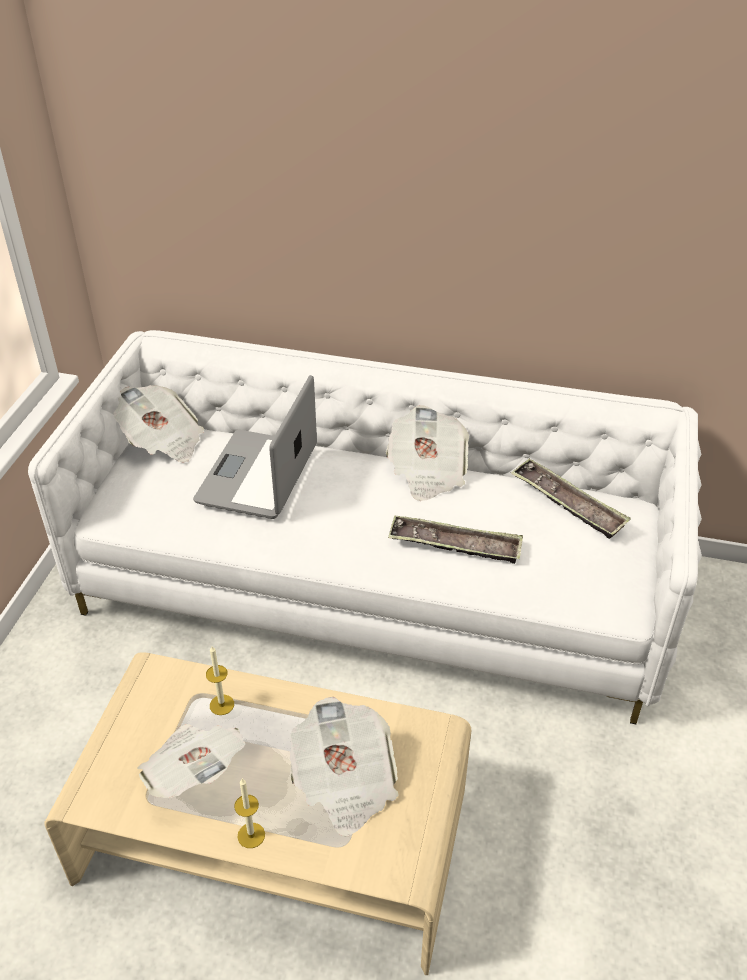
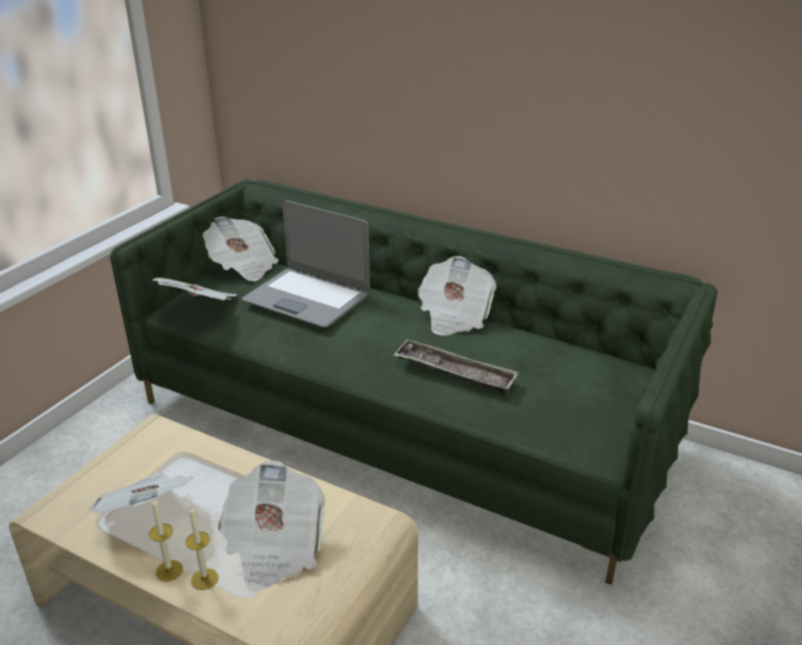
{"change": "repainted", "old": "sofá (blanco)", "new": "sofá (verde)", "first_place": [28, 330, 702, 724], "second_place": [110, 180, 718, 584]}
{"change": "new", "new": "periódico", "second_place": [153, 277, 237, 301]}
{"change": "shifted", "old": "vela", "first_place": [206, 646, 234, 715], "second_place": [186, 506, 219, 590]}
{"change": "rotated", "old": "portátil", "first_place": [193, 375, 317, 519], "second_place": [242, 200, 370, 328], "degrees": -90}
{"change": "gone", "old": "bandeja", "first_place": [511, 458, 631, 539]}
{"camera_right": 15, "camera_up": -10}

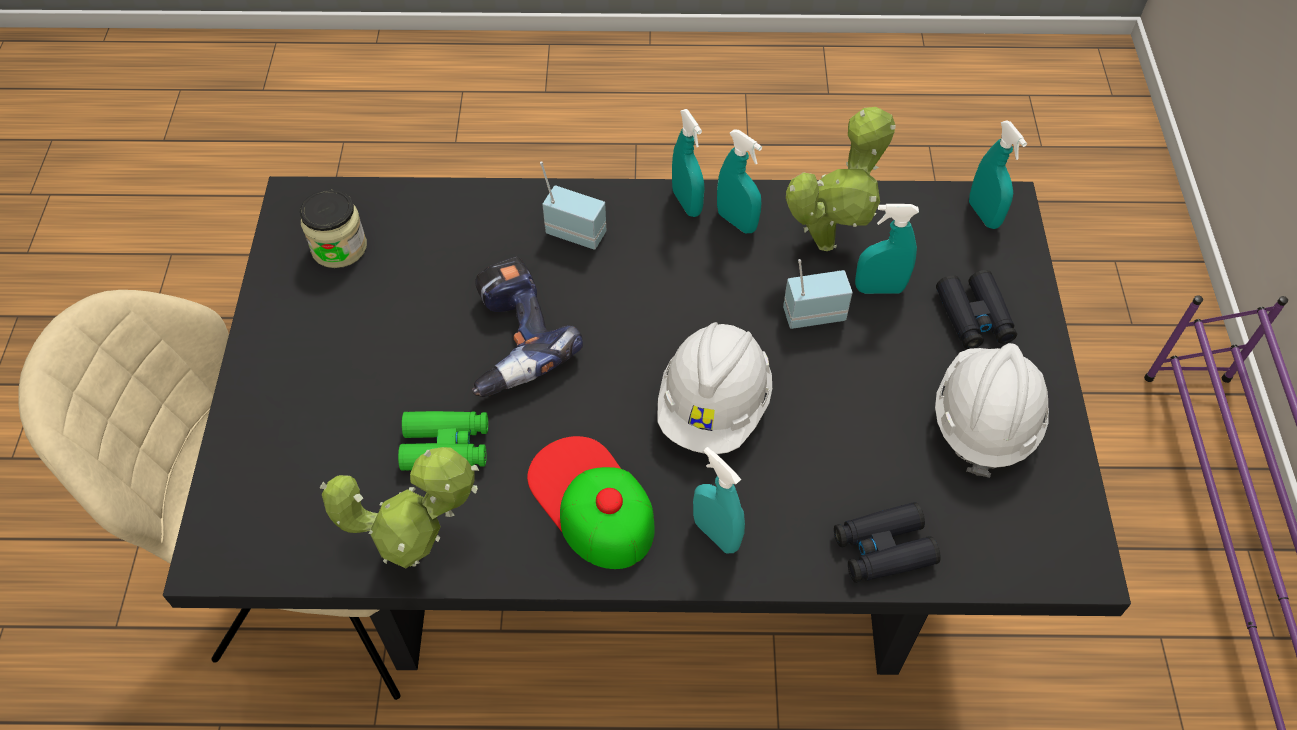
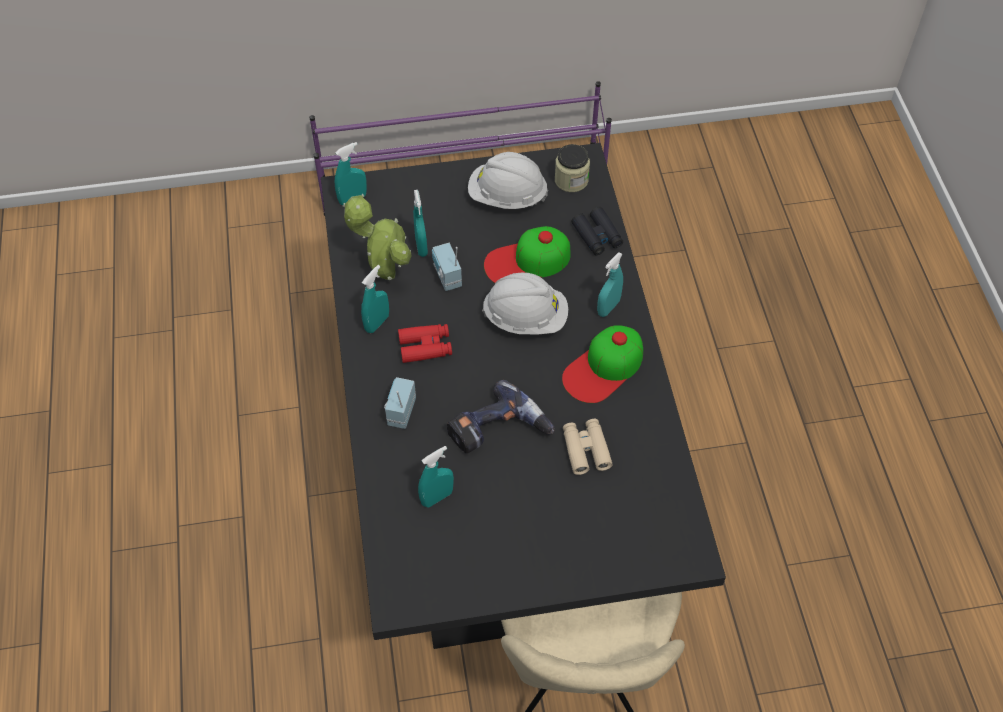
{"change": "new", "new": "prismáticos (rojo)", "second_place": [398, 324, 452, 363]}
{"change": "shifted", "old": "pulverizador (turquesa)", "first_place": [672, 109, 704, 217], "second_place": [418, 446, 454, 508]}
{"change": "new", "new": "gorra", "second_place": [484, 226, 571, 283]}
{"change": "shifted", "old": "tarro", "first_place": [300, 190, 367, 268], "second_place": [555, 144, 590, 192]}
{"change": "repainted", "old": "prismáticos (verde)", "new": "prismáticos (beis)", "first_place": [398, 411, 488, 471], "second_place": [563, 419, 613, 475]}
{"change": "gone", "old": "planta en maceta", "first_place": [320, 447, 479, 568]}
{"change": "gone", "old": "prismáticos (negro)", "first_place": [936, 270, 1017, 349]}
{"camera_right": -100, "camera_up": 0}

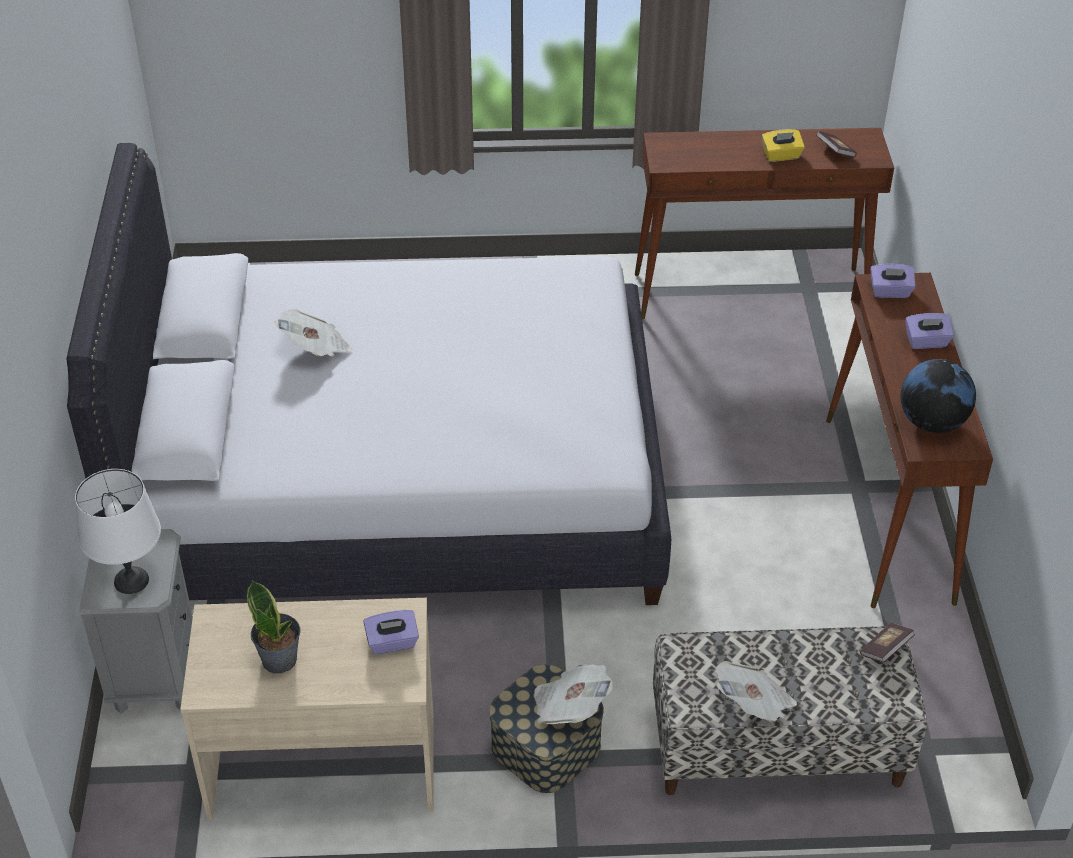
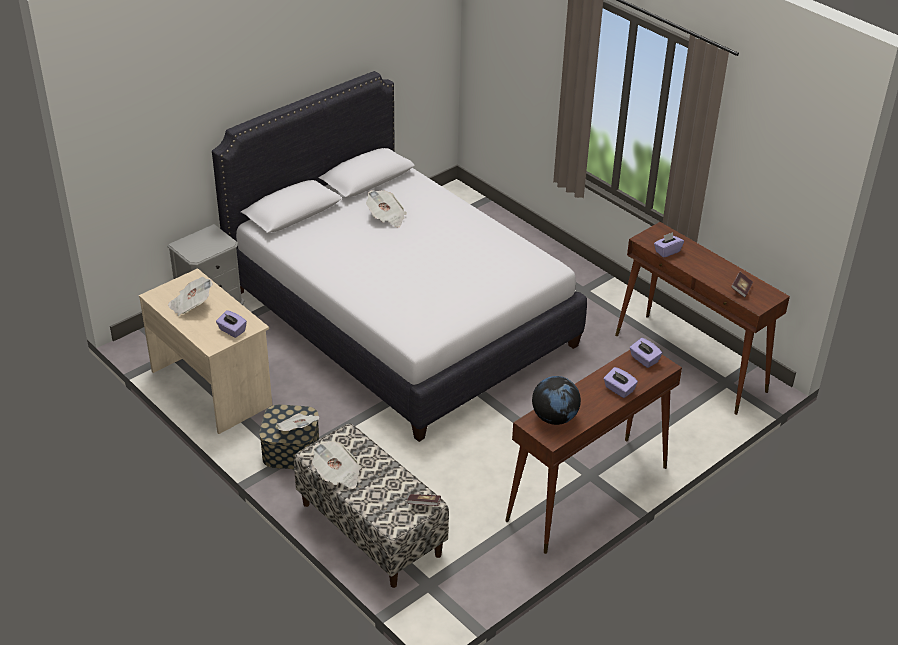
{"change": "swapped", "old": "planta en maceta", "new": "periódico", "first_place": [247, 580, 300, 673], "second_place": [168, 277, 213, 316]}
{"change": "new", "new": "caja de pañuelos (morado)", "second_place": [654, 232, 684, 258]}
{"change": "gone", "old": "lámpara de mesa (blanco)", "first_place": [75, 469, 161, 594]}
{"change": "gone", "old": "caja de pañuelos (amarillo)", "first_place": [762, 129, 805, 162]}
{"camera_right": 50, "camera_up": -5}

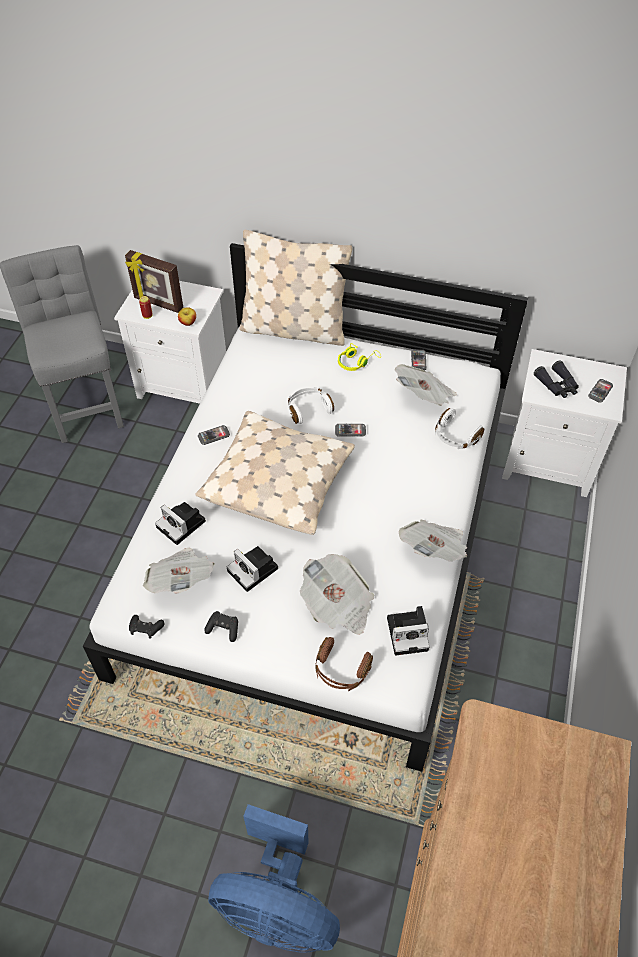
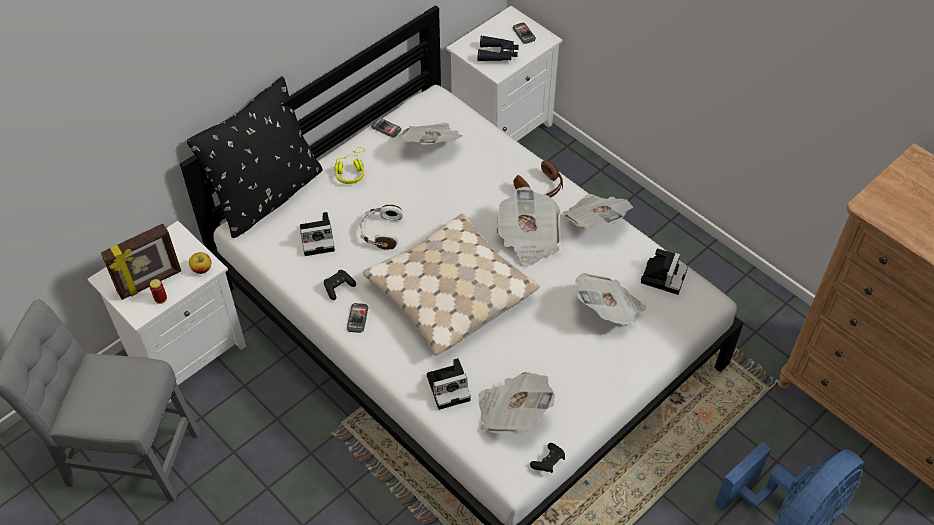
{"change": "repainted", "old": "cojín (beis)", "new": "cojín (negro)", "first_place": [239, 230, 353, 346], "second_place": [187, 76, 323, 238]}
{"change": "shifted", "old": "cámara", "first_place": [227, 546, 278, 592], "second_place": [300, 212, 335, 256]}
{"change": "shifted", "old": "mando de consola (negro)", "first_place": [204, 611, 238, 642], "second_place": [324, 270, 356, 300]}
{"change": "new", "new": "periódico", "second_place": [496, 187, 561, 267]}
{"change": "shifted", "old": "auriculares (marrón)", "first_place": [315, 637, 373, 691], "second_place": [513, 160, 563, 197]}
{"change": "gone", "old": "móvil", "first_place": [335, 424, 366, 437]}
{"change": "gone", "old": "auriculares (blanco)", "first_place": [435, 408, 484, 449]}
{"camera_right": -60, "camera_up": 0}

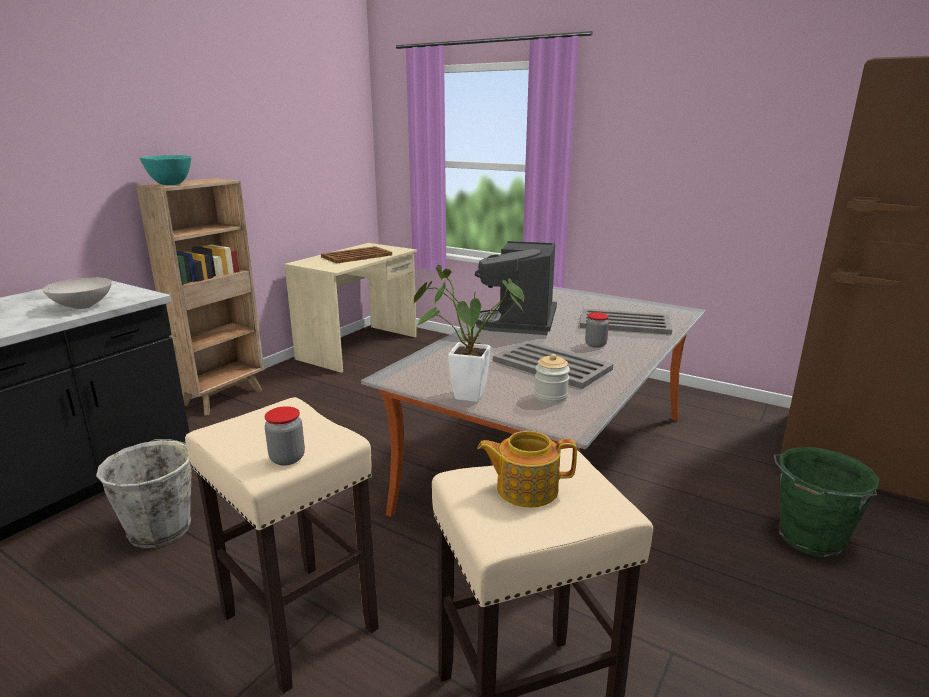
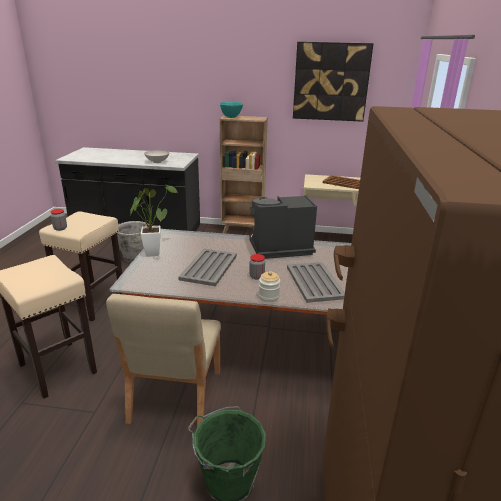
{"change": "new", "new": "silla (beis)", "second_place": [106, 294, 221, 427]}
{"change": "shifted", "old": "tarro", "first_place": [534, 354, 570, 403], "second_place": [259, 271, 280, 302]}
{"change": "new", "new": "cuadro", "second_place": [293, 42, 374, 122]}
{"change": "gone", "old": "tetera", "first_place": [477, 431, 577, 508]}
{"camera_right": 65, "camera_up": 5}

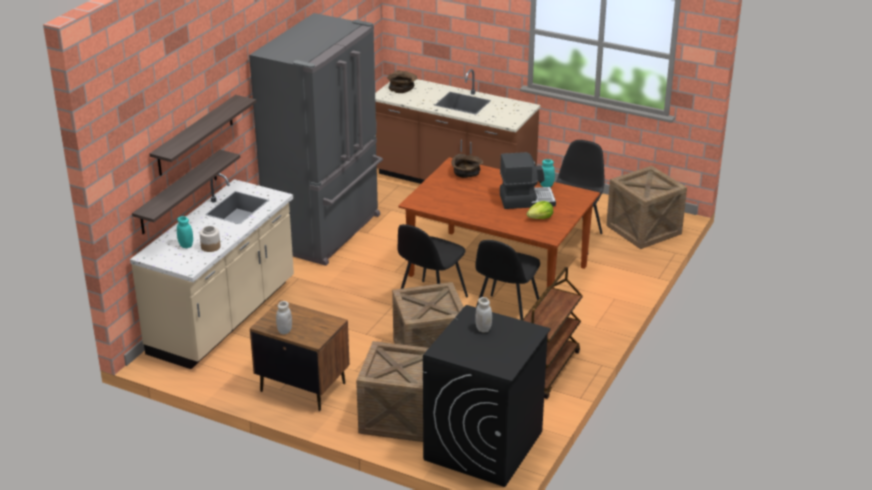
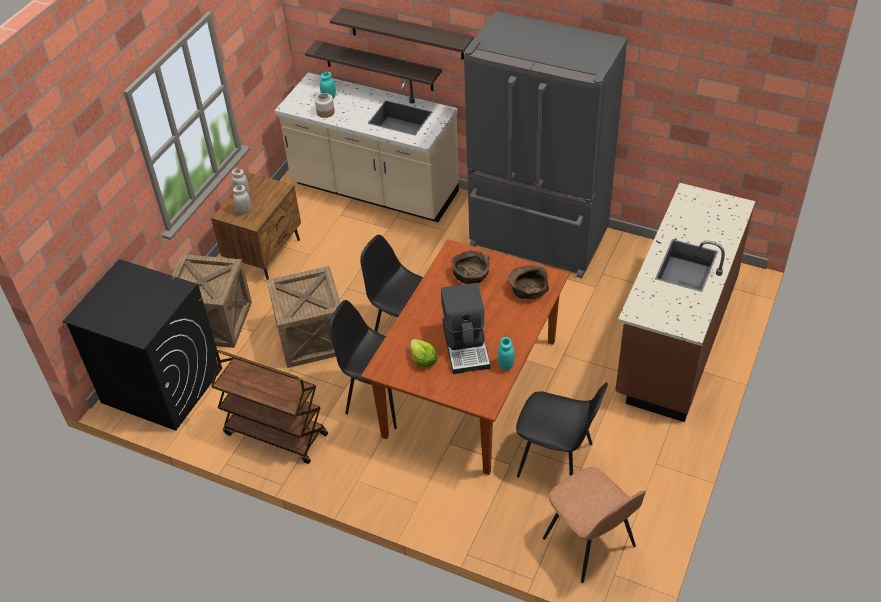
{"change": "shifted", "old": "tarro (blanco)", "first_place": [475, 297, 492, 332], "second_place": [233, 185, 251, 214]}
{"change": "shifted", "old": "cuenco (marrón)", "first_place": [387, 70, 417, 93], "second_place": [451, 250, 490, 284]}
{"change": "swapped", "old": "caja de embalaje", "new": "silla (marrón)", "first_place": [606, 166, 687, 249], "second_place": [543, 467, 646, 583]}
{"camera_right": 90, "camera_up": 15}

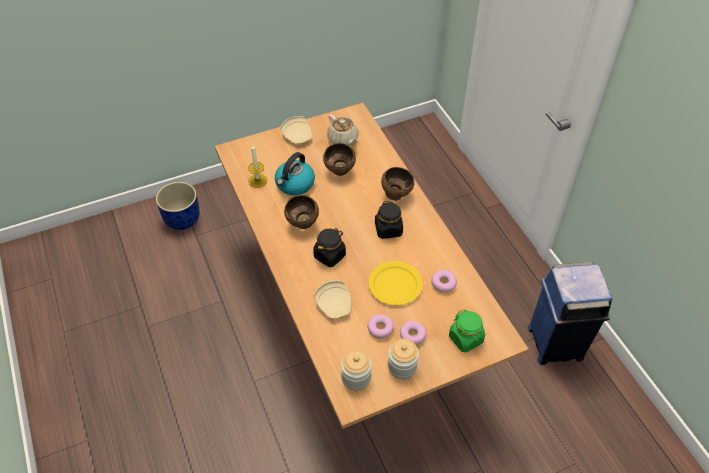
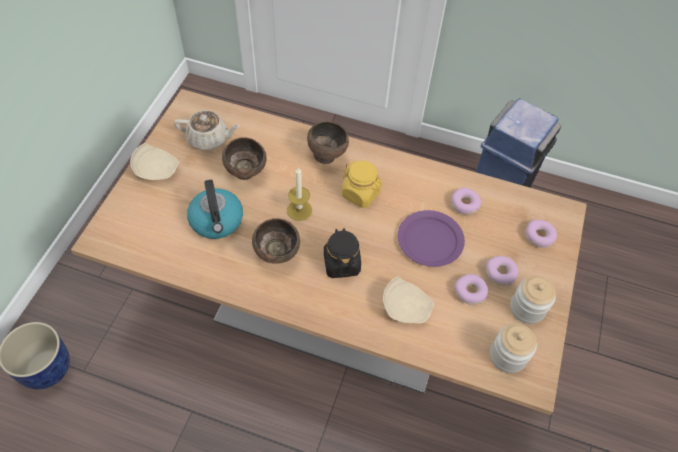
{"change": "shifted", "old": "vela", "first_place": [248, 144, 267, 188], "second_place": [287, 168, 312, 221]}
{"change": "repainted", "old": "tarro (negro)", "new": "tarro (amarillo)", "first_place": [375, 201, 403, 239], "second_place": [342, 161, 383, 208]}
{"change": "repainted", "old": "plato (amarillo)", "new": "plato (morado)", "first_place": [368, 261, 423, 306], "second_place": [398, 210, 465, 267]}
{"change": "swapped", "old": "tarro (verde)", "new": "rosquilla", "first_place": [449, 309, 485, 352], "second_place": [525, 220, 557, 248]}
{"camera_right": -50, "camera_up": 5}

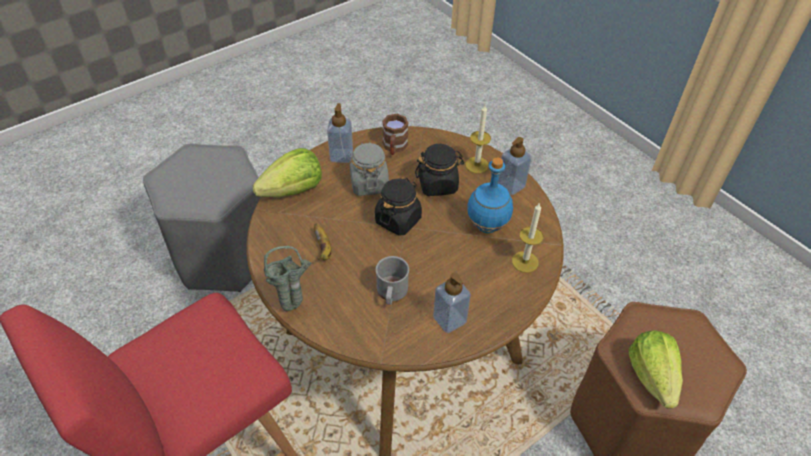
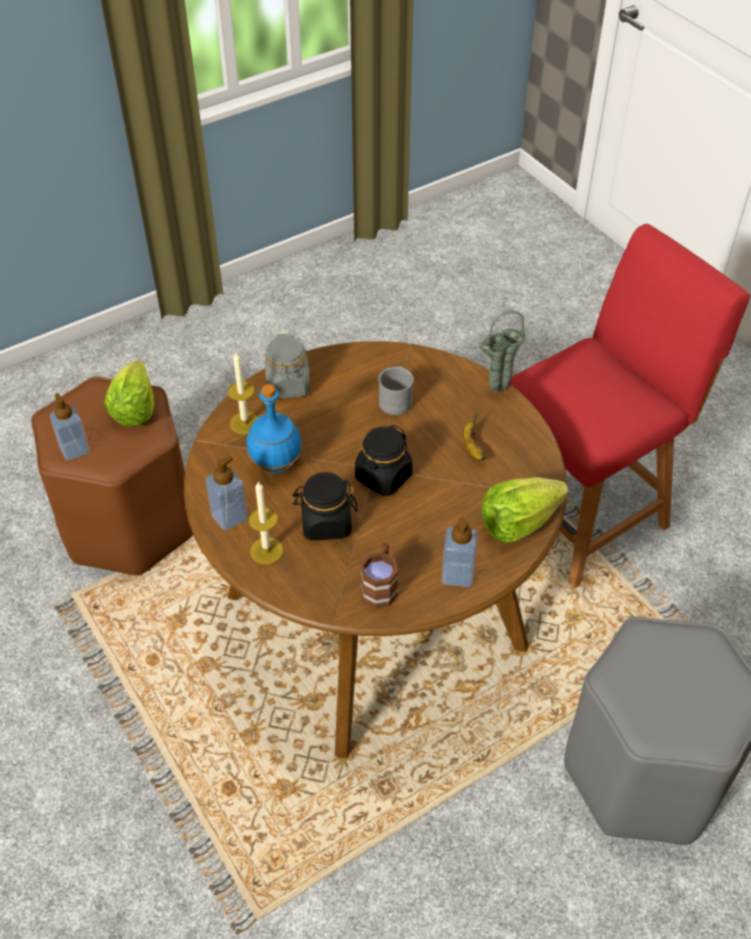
{"change": "shifted", "old": "dispensador de jabón", "first_place": [433, 272, 471, 333], "second_place": [50, 393, 90, 461]}
{"change": "shifted", "old": "tarro (gris)", "first_place": [350, 142, 389, 196], "second_place": [265, 334, 310, 398]}
{"camera_right": -175, "camera_up": 0}

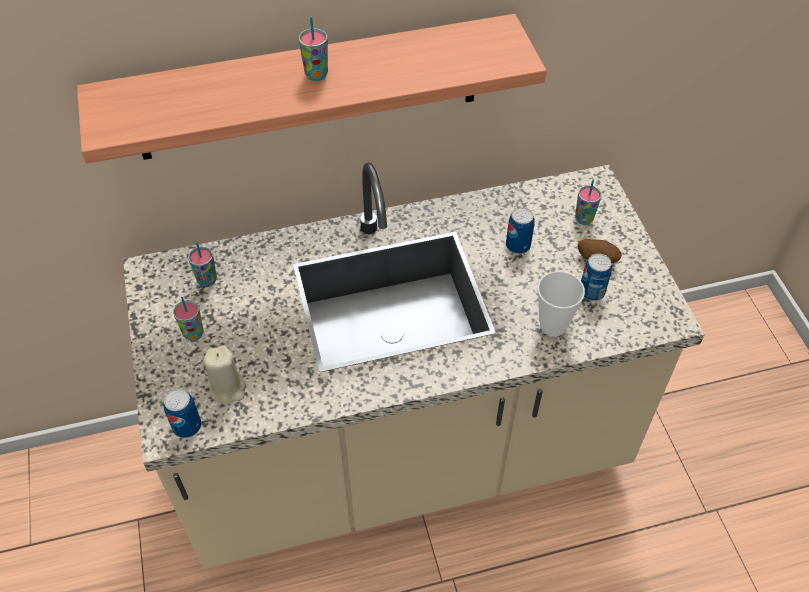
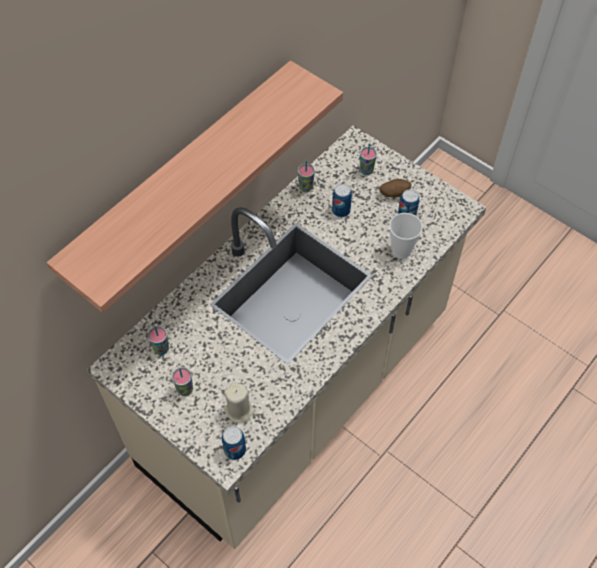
{"change": "shifted", "old": "taza", "first_place": [299, 17, 328, 81], "second_place": [298, 161, 315, 192]}
{"camera_right": -35, "camera_up": 5}

